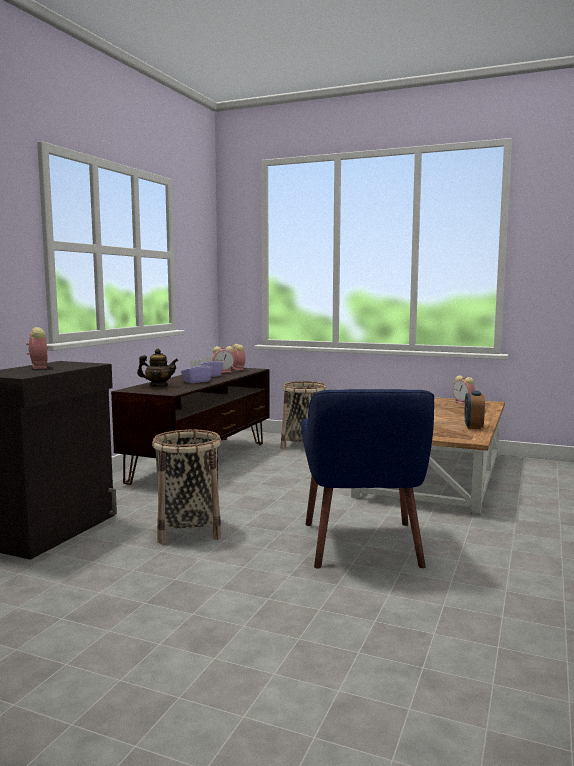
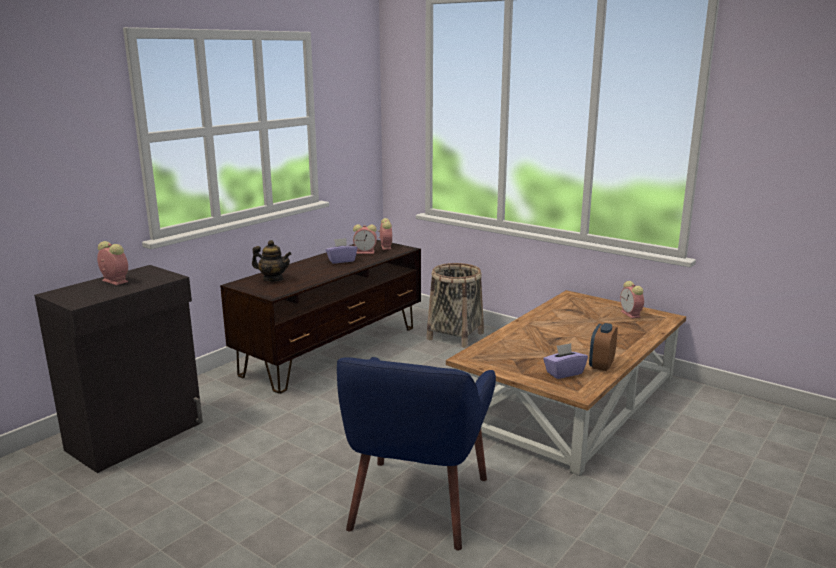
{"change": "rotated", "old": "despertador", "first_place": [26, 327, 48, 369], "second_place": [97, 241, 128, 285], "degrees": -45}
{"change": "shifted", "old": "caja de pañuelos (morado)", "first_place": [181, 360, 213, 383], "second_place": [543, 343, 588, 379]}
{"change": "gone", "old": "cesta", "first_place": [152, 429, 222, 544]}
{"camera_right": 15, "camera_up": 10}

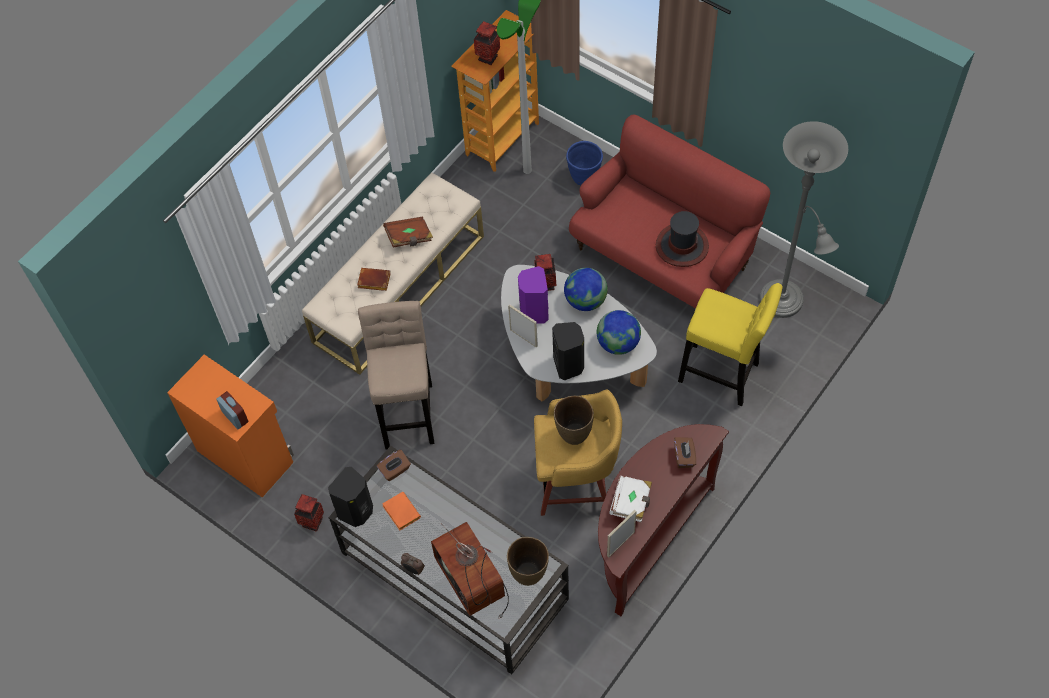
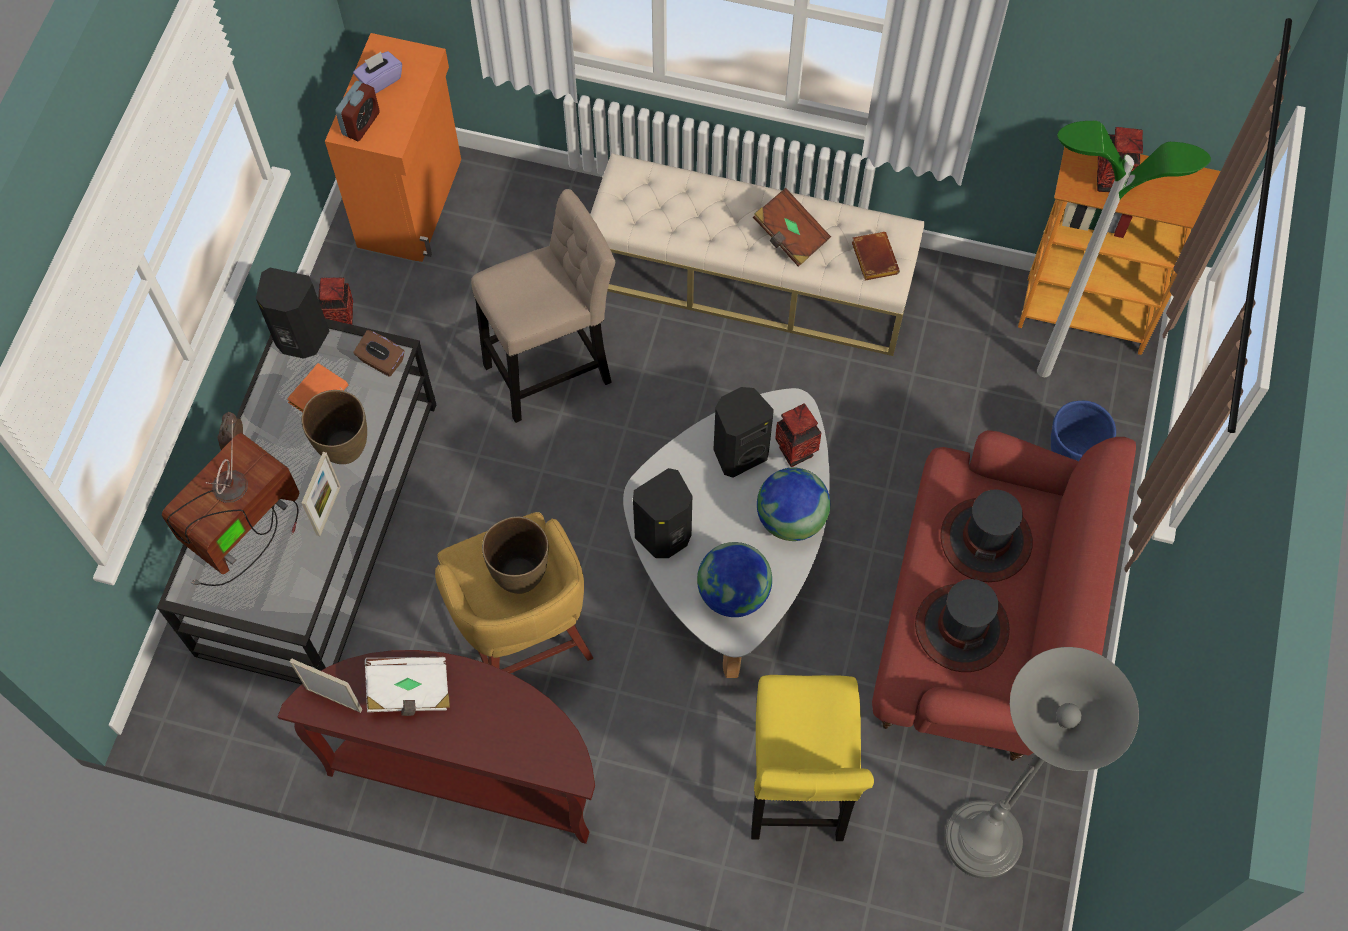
{"change": "shifted", "old": "florero (marrón)", "first_place": [507, 537, 549, 586], "second_place": [302, 390, 367, 464]}
{"change": "shifted", "old": "portarretratos", "first_place": [508, 304, 538, 348], "second_place": [302, 452, 341, 536]}
{"change": "new", "new": "caja de pañuelos (morado)", "second_place": [353, 51, 402, 94]}
{"change": "repainted", "old": "altavoz (morado)", "new": "altavoz (negro)", "first_place": [518, 266, 549, 323], "second_place": [713, 387, 774, 478]}
{"change": "shifted", "old": "libro (marrón)", "first_place": [357, 268, 391, 291], "second_place": [852, 232, 900, 281]}
{"change": "new", "new": "sombrero", "second_place": [940, 489, 1033, 582]}
{"change": "gone", "old": "caja de pañuelos (marrón)", "first_place": [674, 437, 696, 468]}
{"camera_right": 65, "camera_up": 5}

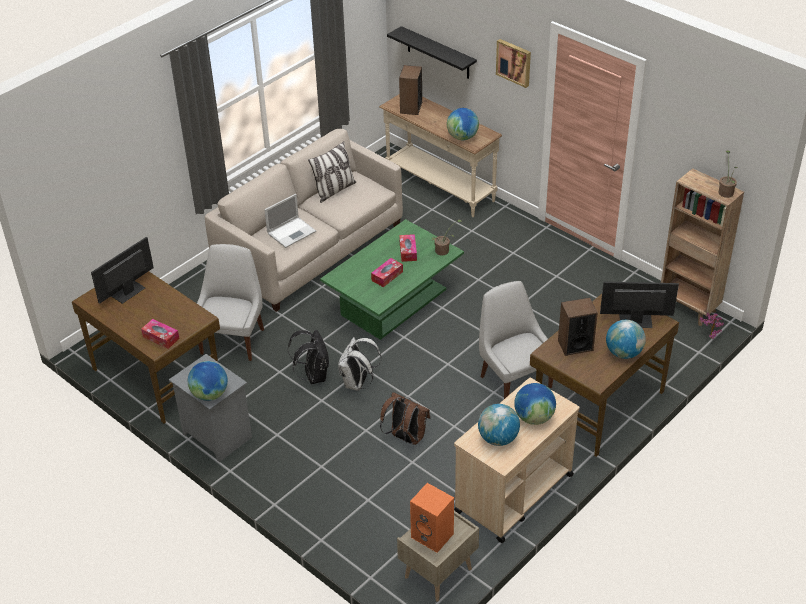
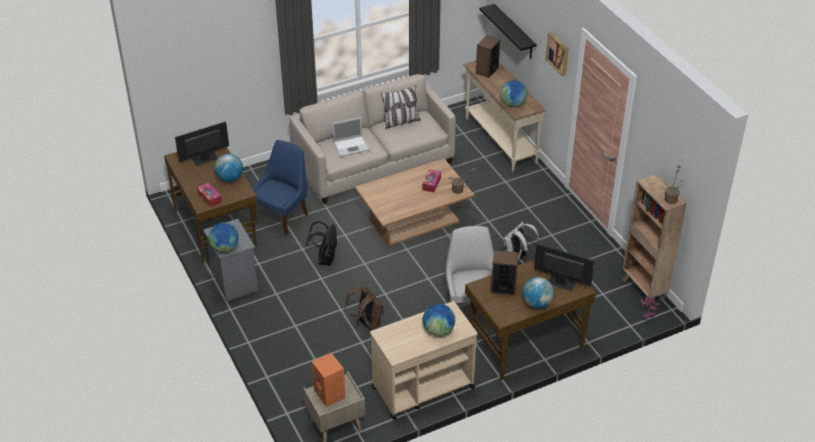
{"change": "shifted", "old": "globo terráqueo", "first_place": [478, 404, 520, 446], "second_place": [214, 154, 243, 182]}
{"change": "repainted", "old": "silla (blanco)", "new": "silla (azul)", "first_place": [197, 244, 264, 361], "second_place": [252, 140, 308, 235]}
{"change": "repainted", "old": "mesa de centro (verde)", "new": "mesa de centro (marrón)", "first_place": [320, 219, 464, 340], "second_place": [355, 158, 475, 246]}
{"change": "shifted", "old": "mochila (blanco)", "first_place": [338, 337, 382, 391], "second_place": [503, 222, 539, 262]}
{"change": "gone", "old": "caja de pañuelos", "first_place": [371, 258, 403, 287]}
{"camera_right": 20, "camera_up": 0}

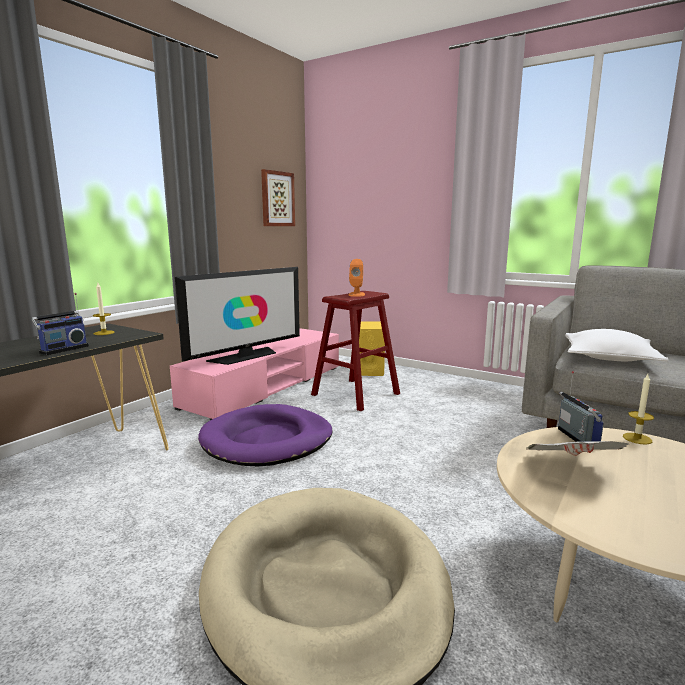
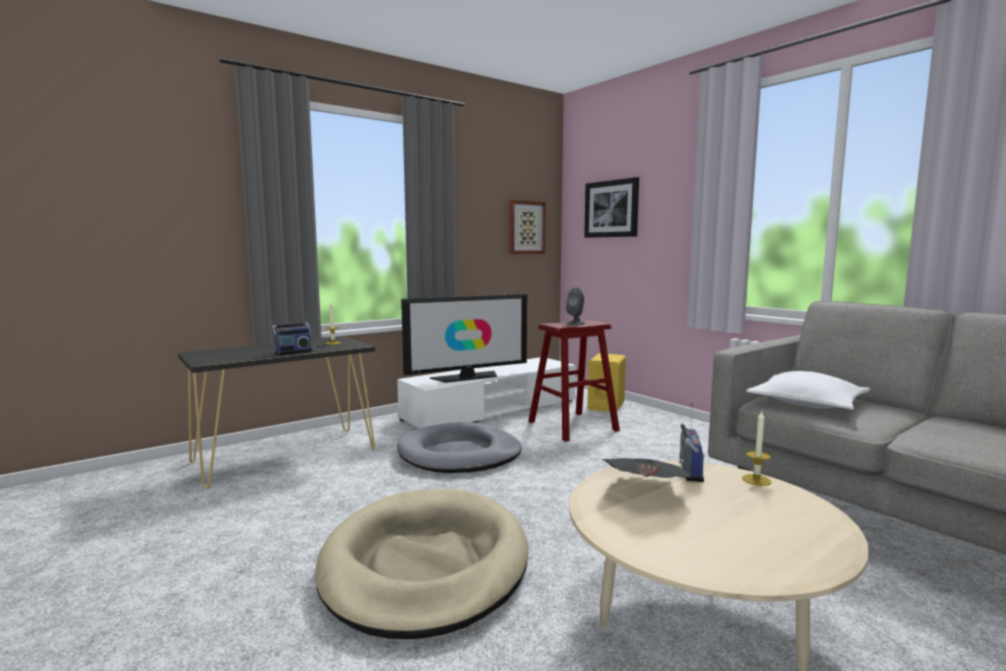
{"change": "repainted", "old": "mueble de televisión (rosa)", "new": "mueble de televisión (blanco)", "first_place": [170, 328, 339, 420], "second_place": [397, 357, 576, 428]}
{"change": "repainted", "old": "cama para perro (morado)", "new": "cama para perro (gris)", "first_place": [198, 404, 333, 466], "second_place": [397, 422, 522, 473]}
{"change": "repainted", "old": "altavoz (naranja)", "new": "altavoz (gris)", "first_place": [348, 259, 365, 297], "second_place": [566, 287, 585, 325]}
{"change": "new", "new": "cuadro", "second_place": [584, 177, 639, 238]}
{"camera_right": 20, "camera_up": -5}

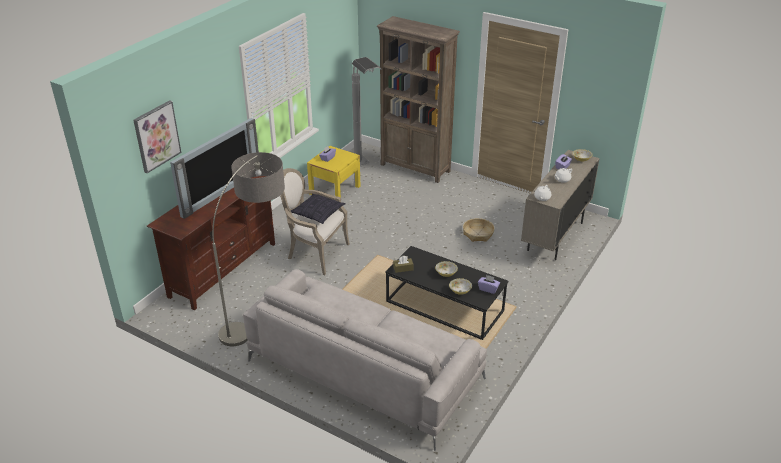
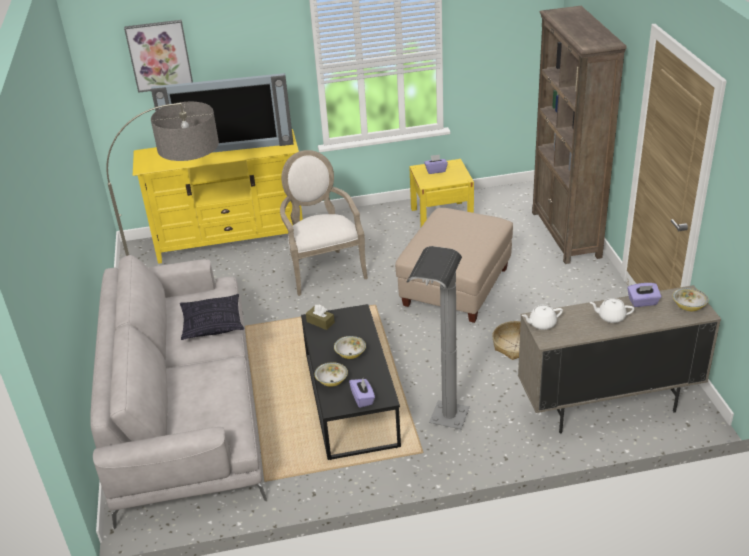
{"change": "repainted", "old": "mueble de televisión (marrón)", "new": "mueble de televisión (amarillo)", "first_place": [147, 176, 275, 310], "second_place": [133, 129, 303, 264]}
{"change": "shifted", "old": "cojín", "first_place": [291, 194, 345, 224], "second_place": [180, 294, 244, 340]}
{"change": "new", "new": "puf (beis)", "second_place": [395, 208, 513, 323]}
{"change": "shifted", "old": "lámpara de pie (gris)", "first_place": [352, 57, 382, 165], "second_place": [407, 246, 470, 429]}
{"camera_right": 50, "camera_up": 0}

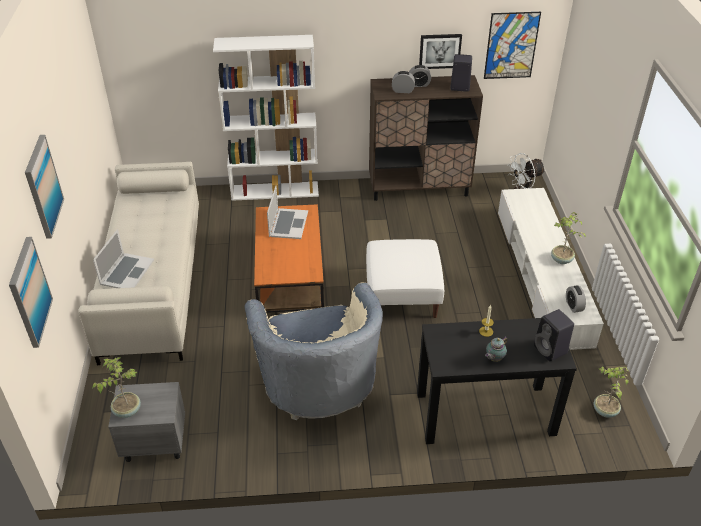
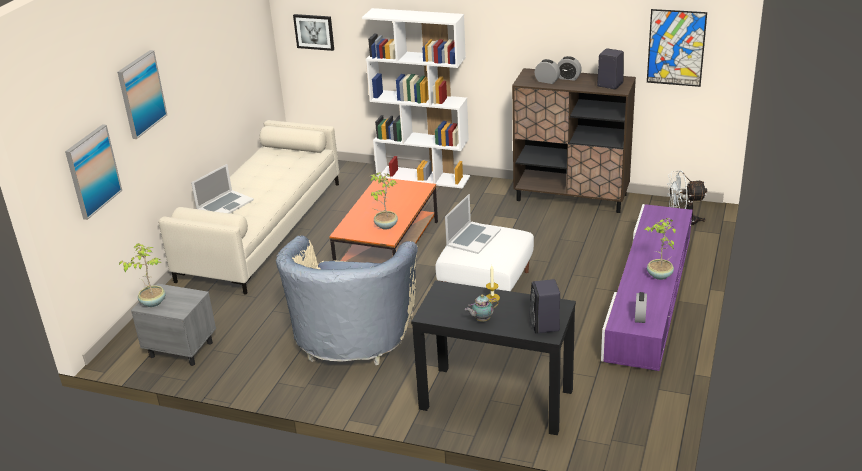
{"change": "shifted", "old": "cuadro", "first_place": [419, 34, 462, 69], "second_place": [293, 14, 334, 51]}
{"change": "shifted", "old": "planta en maceta", "first_place": [594, 367, 629, 418], "second_place": [370, 172, 398, 230]}
{"change": "shifted", "old": "portátil", "first_place": [267, 186, 308, 239], "second_place": [445, 194, 501, 254]}
{"change": "repainted", "old": "mueble de televisión (blanco)", "new": "mueble de televisión (morado)", "first_place": [498, 188, 604, 350], "second_place": [601, 204, 693, 371]}
{"camera_right": 25, "camera_up": -10}

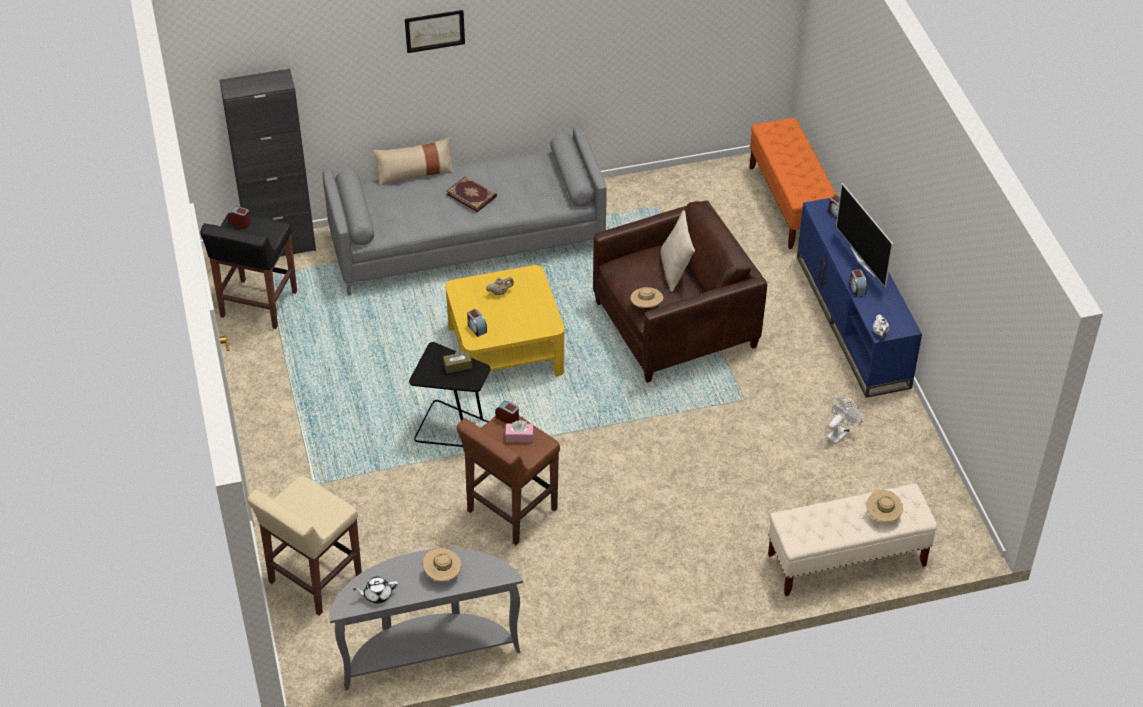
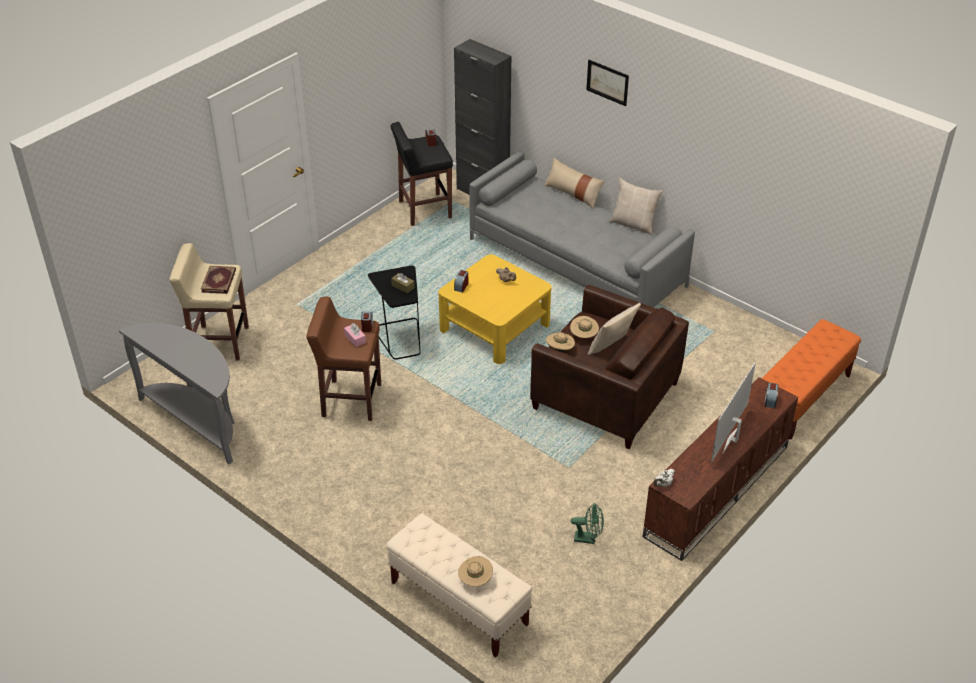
{"change": "shifted", "old": "libro", "first_place": [446, 176, 497, 212], "second_place": [201, 266, 236, 294]}
{"change": "shifted", "old": "sombrero (beis)", "first_place": [423, 548, 461, 581], "second_place": [570, 316, 599, 338]}
{"change": "repainted", "old": "ventilador (blanco)", "new": "ventilador (verde)", "first_place": [826, 397, 862, 444], "second_place": [571, 503, 604, 544]}
{"change": "new", "new": "cojín (beis)", "second_place": [610, 178, 663, 235]}
{"change": "repainted", "old": "mueble de televisión (azul)", "new": "mueble de televisión (marrón)", "first_place": [797, 198, 922, 398], "second_place": [643, 377, 798, 561]}
{"change": "gone", "old": "tetera (blanco)", "first_place": [353, 576, 398, 604]}
{"change": "gone", "old": "despertador", "first_place": [850, 269, 867, 297]}
{"camera_right": 55, "camera_up": -5}

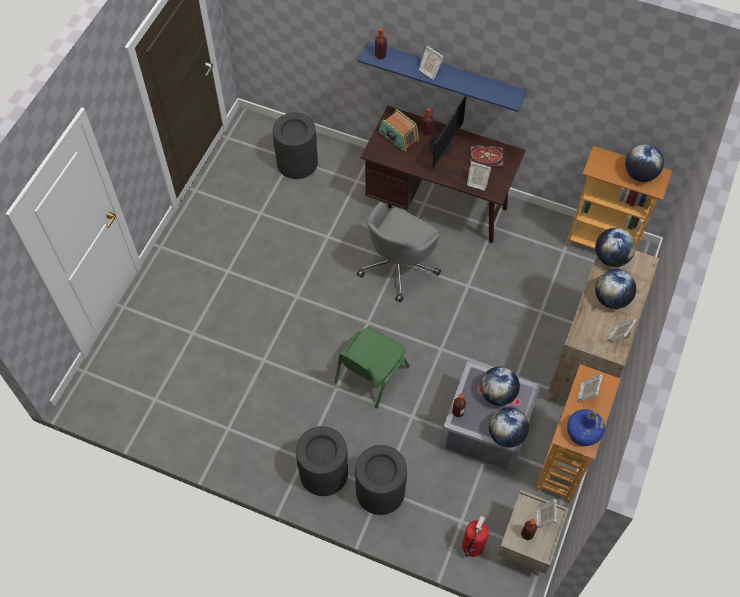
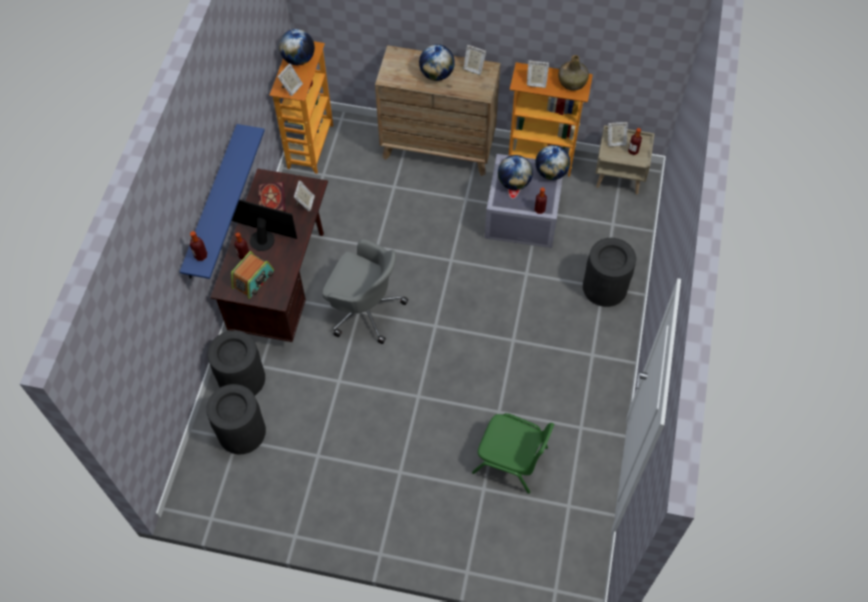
{"change": "shifted", "old": "papelera (negro)", "first_place": [296, 426, 348, 496], "second_place": [208, 330, 265, 396]}
{"change": "shifted", "old": "portarretratos", "first_place": [419, 46, 444, 80], "second_place": [278, 64, 303, 96]}
{"change": "shifted", "old": "silla (verde)", "first_place": [334, 327, 410, 408], "second_place": [472, 413, 554, 494]}
{"change": "repainted", "old": "botella (azul)", "new": "botella (verde)", "first_place": [567, 409, 605, 446], "second_place": [558, 55, 589, 91]}
{"change": "gone", "old": "extintor", "first_place": [462, 516, 489, 557]}
{"change": "gone", "old": "globo terráqueo", "first_place": [595, 228, 636, 267]}
{"camera_right": -100, "camera_up": 0}

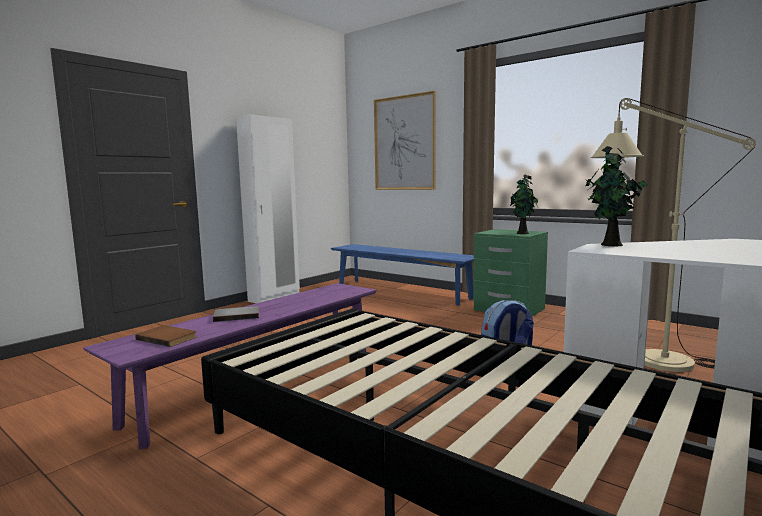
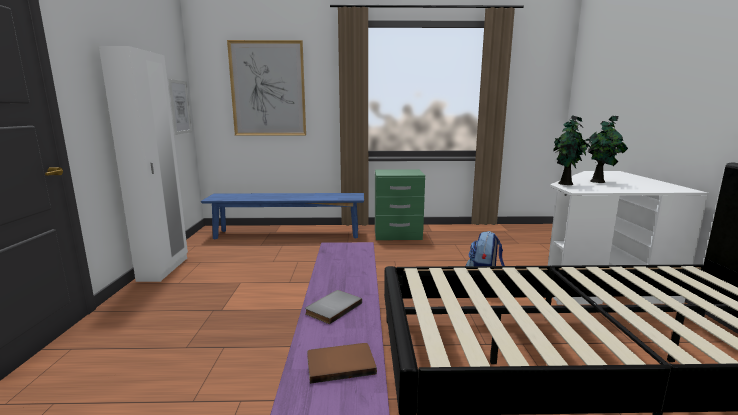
{"change": "new", "new": "cuadro", "second_place": [168, 79, 192, 135]}
{"change": "shifted", "old": "planta en maceta", "first_place": [510, 174, 538, 234], "second_place": [585, 116, 628, 183]}
{"change": "gone", "old": "lámpara de pie (beis)", "first_place": [590, 98, 756, 372]}
{"camera_right": -40, "camera_up": 5}

